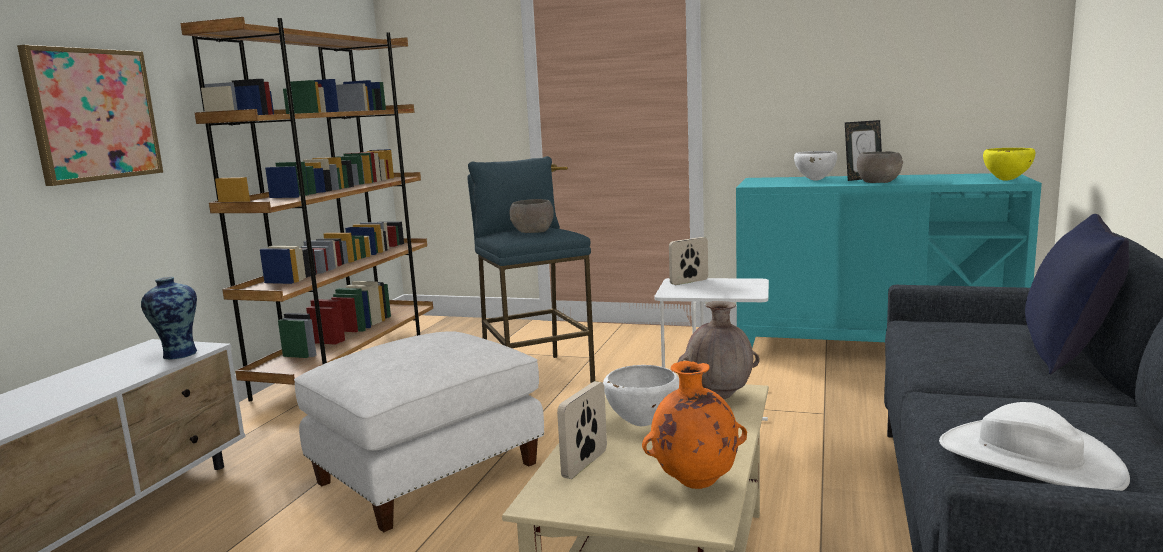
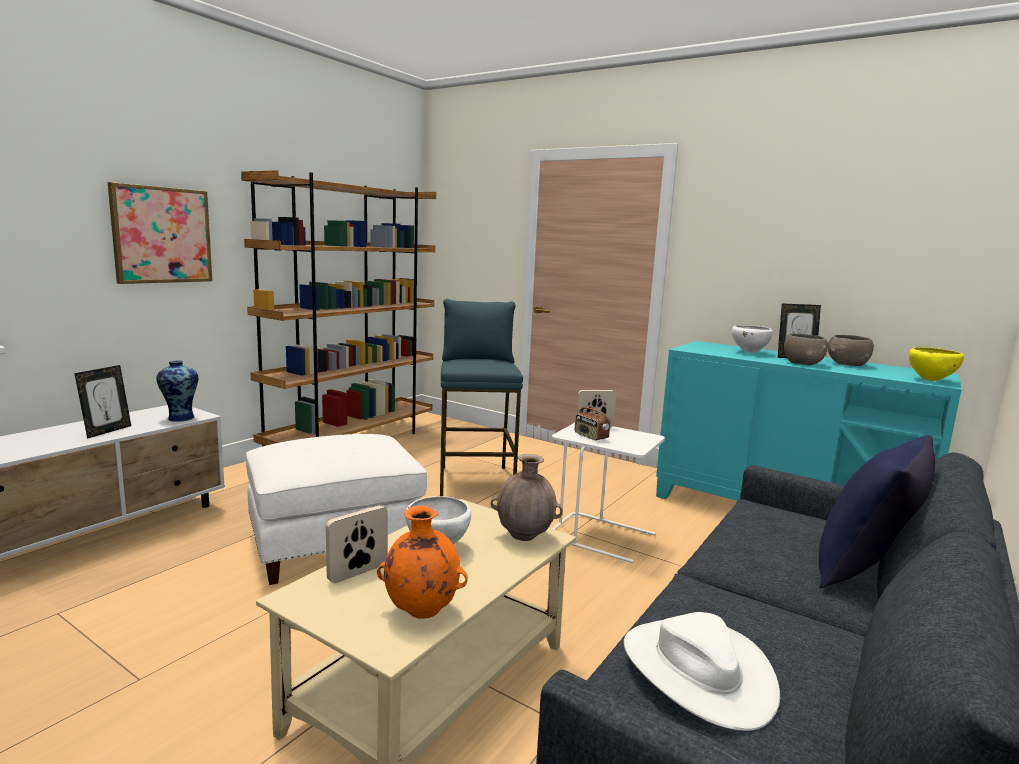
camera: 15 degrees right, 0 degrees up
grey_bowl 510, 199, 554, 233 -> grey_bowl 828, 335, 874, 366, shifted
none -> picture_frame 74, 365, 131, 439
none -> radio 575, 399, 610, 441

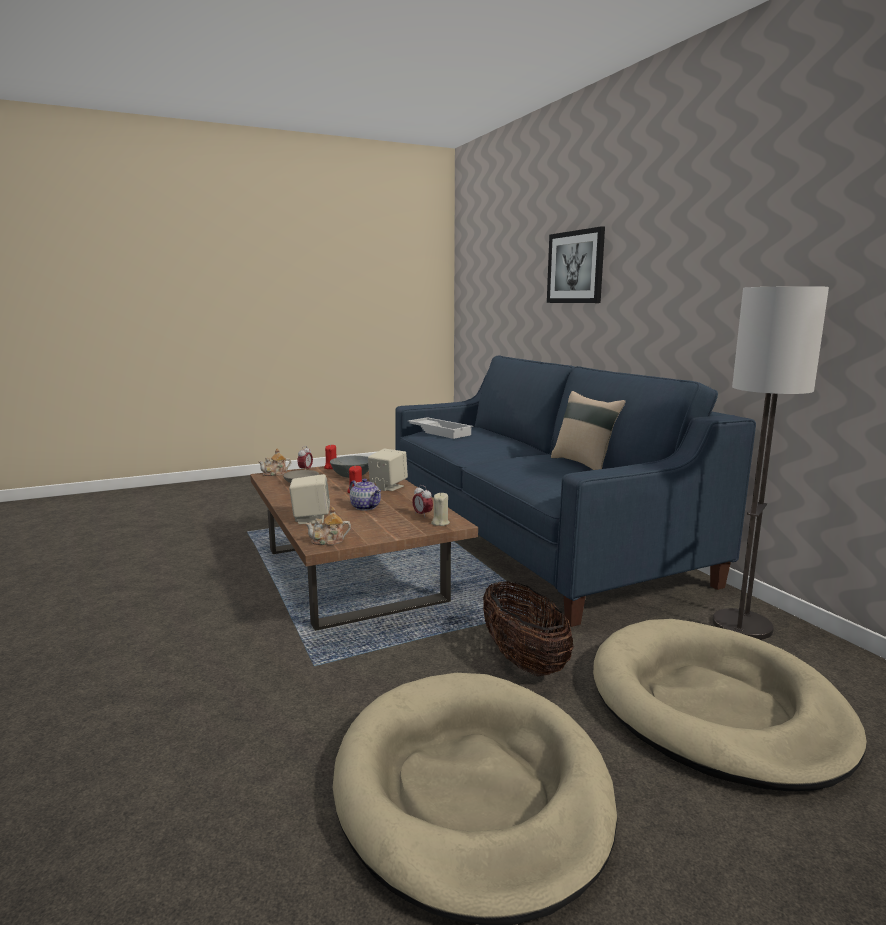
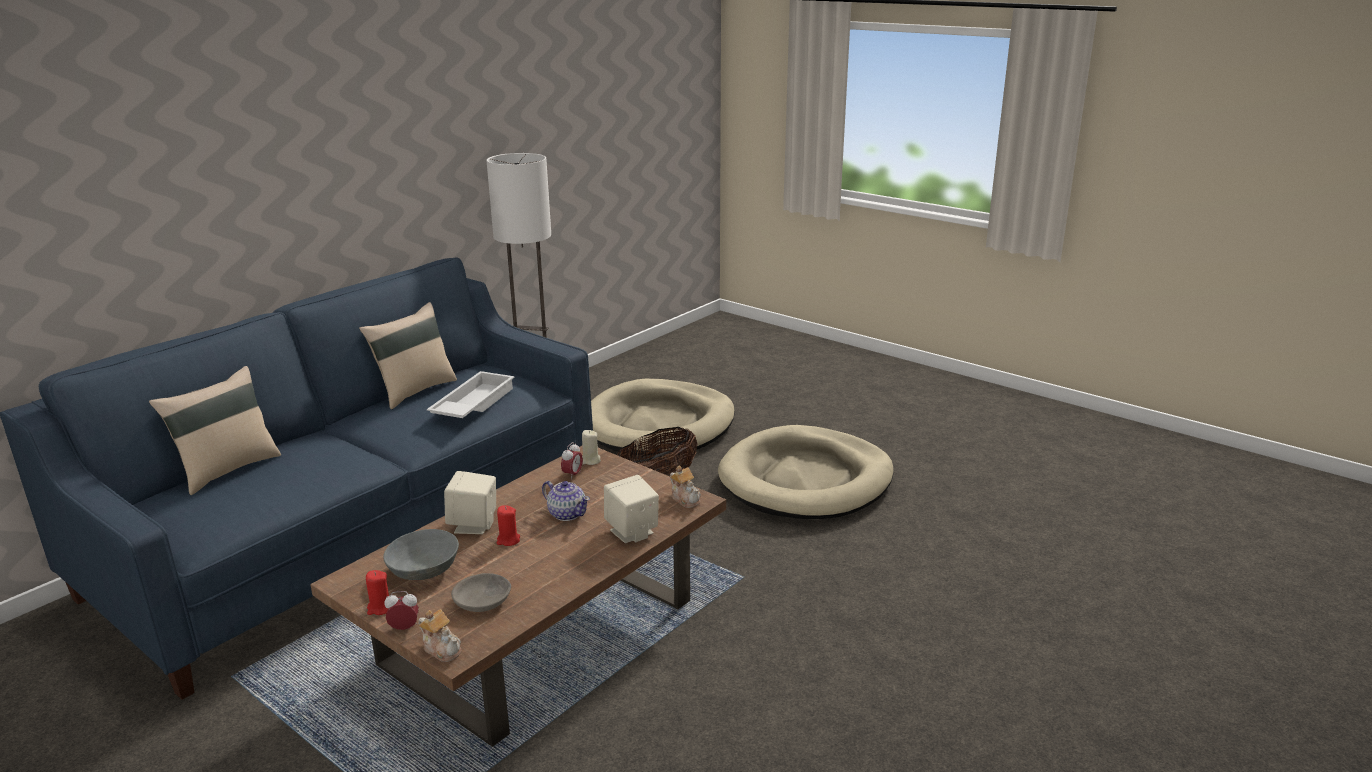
camera: 115 degrees left, 10 degrees up
picture 547, 226, 605, 303 -> none
white_tray 408, 417, 473, 439 -> white_tray 427, 371, 515, 418, shifted
teapot 349, 478, 381, 511 -> teapot 542, 481, 590, 521, 105 degrees clockwise
none -> beige_pillow 149, 366, 281, 495

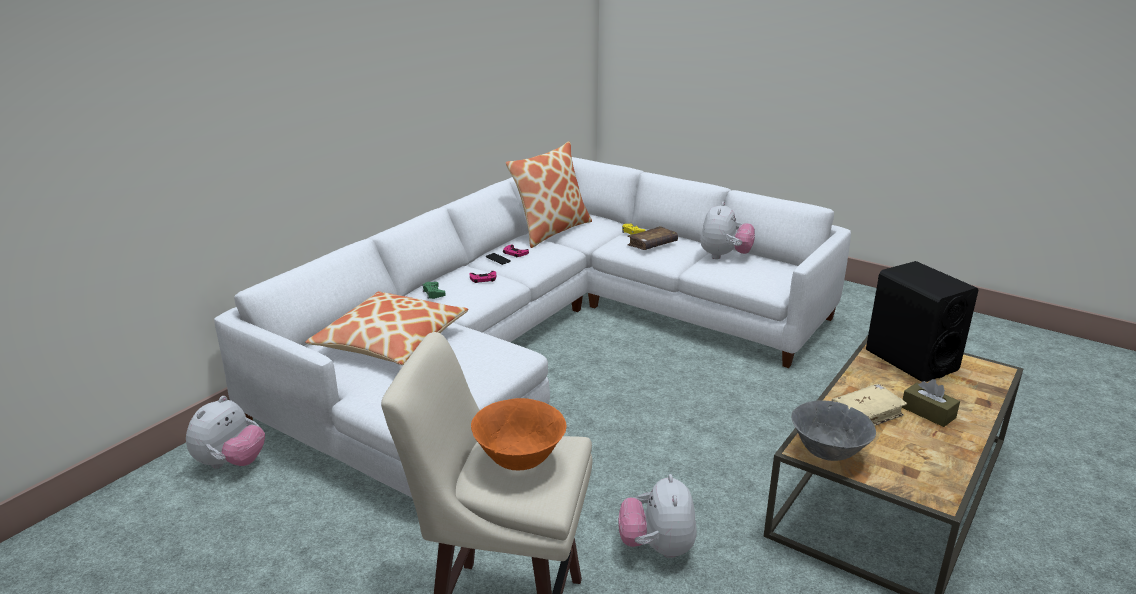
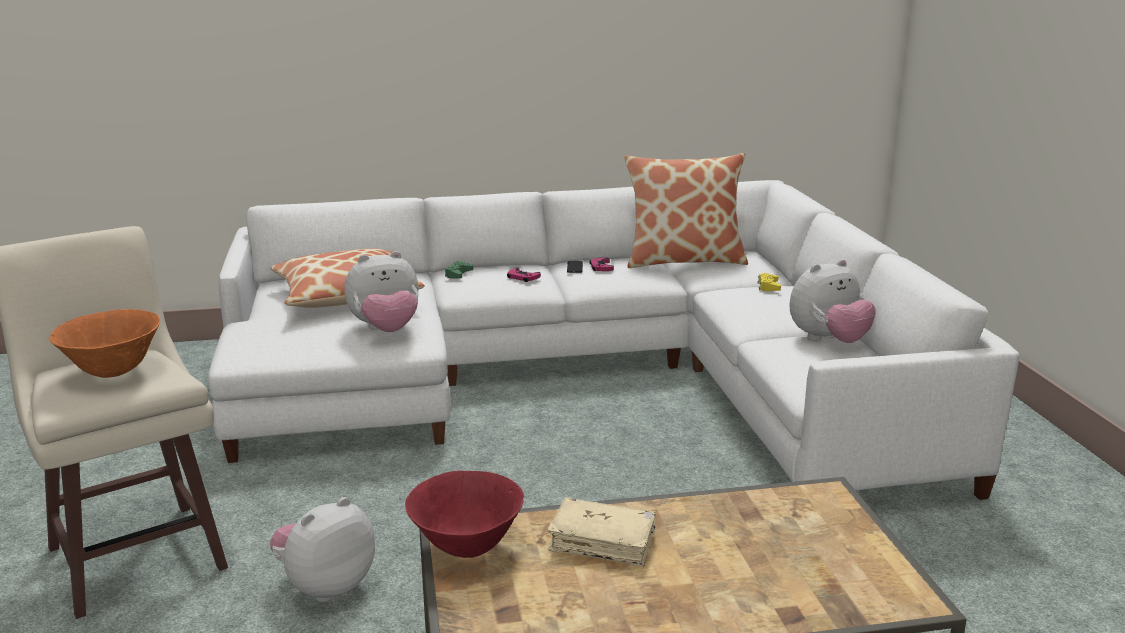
camera: 45 degrees right, 5 degrees down
brown_book 627, 226, 678, 250 -> none
black_speaker 866, 261, 978, 382 -> none
brown_tissue_box 902, 379, 960, 427 -> none
plush_toy 186, 396, 265, 468 -> plush_toy 344, 251, 419, 332, shifted
grey_bowl 791, 401, 876, 461 -> red_bowl 405, 471, 524, 558

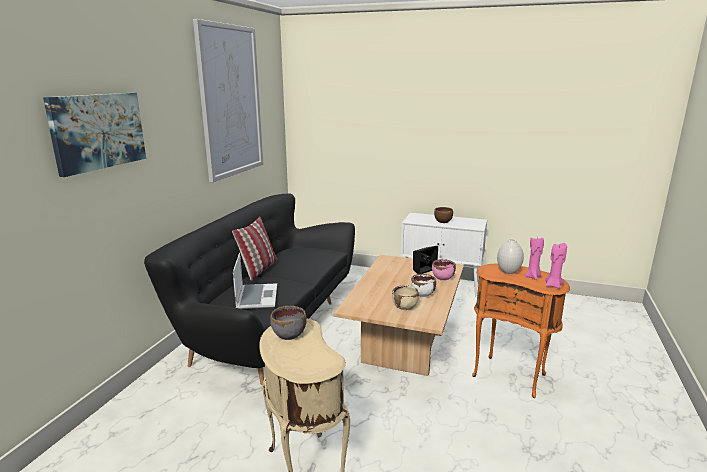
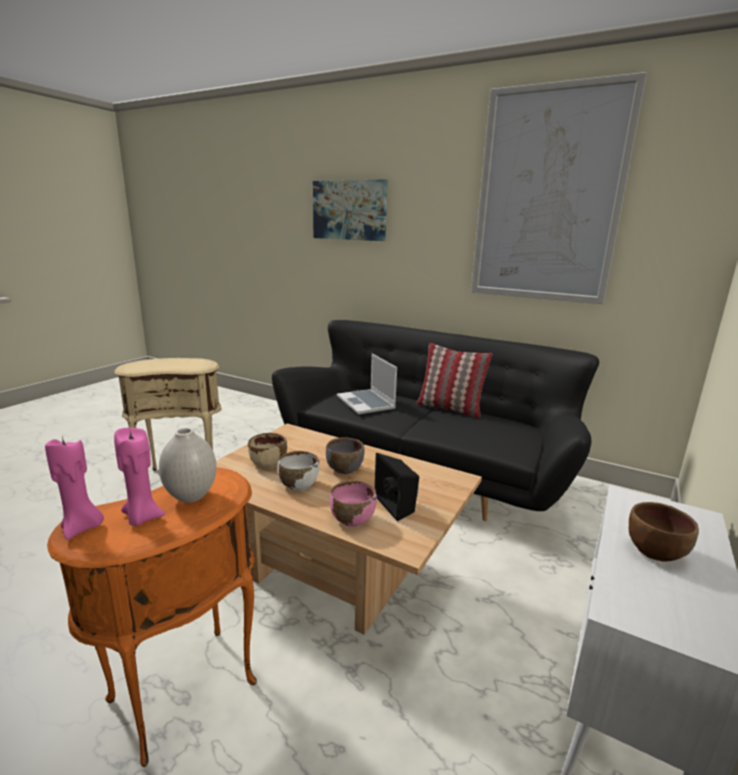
camera: 100 degrees right, 0 degrees up
laptop 233, 253, 277, 309 -> laptop 337, 353, 397, 415, 60 degrees clockwise
grey_bowl 270, 306, 306, 340 -> grey_bowl 326, 438, 364, 474, shifted

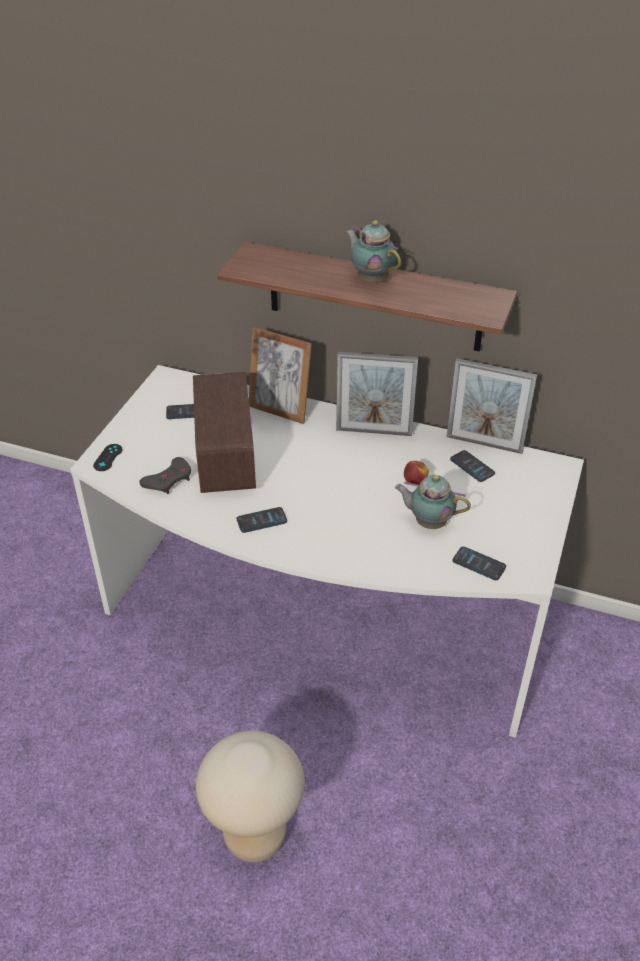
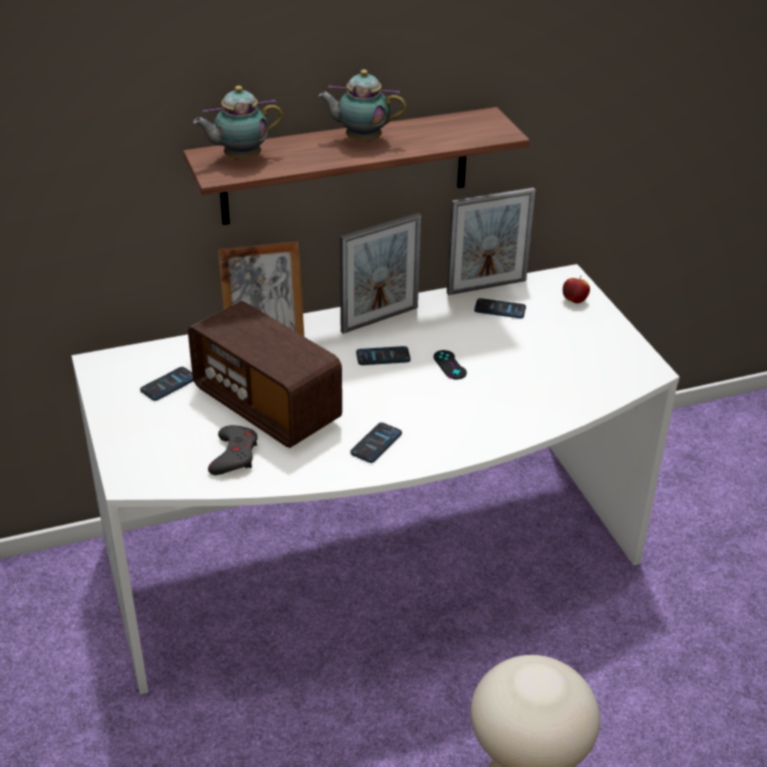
camera: 40 degrees left, 5 degrees down
black_game_controller 93, 444, 122, 471 -> black_game_controller 433, 350, 467, 379, shifted
apple 404, 461, 429, 485 -> apple 563, 276, 590, 303, shifted
teapot 395, 475, 471, 529 -> teapot 193, 86, 283, 160, shifted
phone 453, 547, 506, 580 -> phone 356, 346, 411, 365, shifted

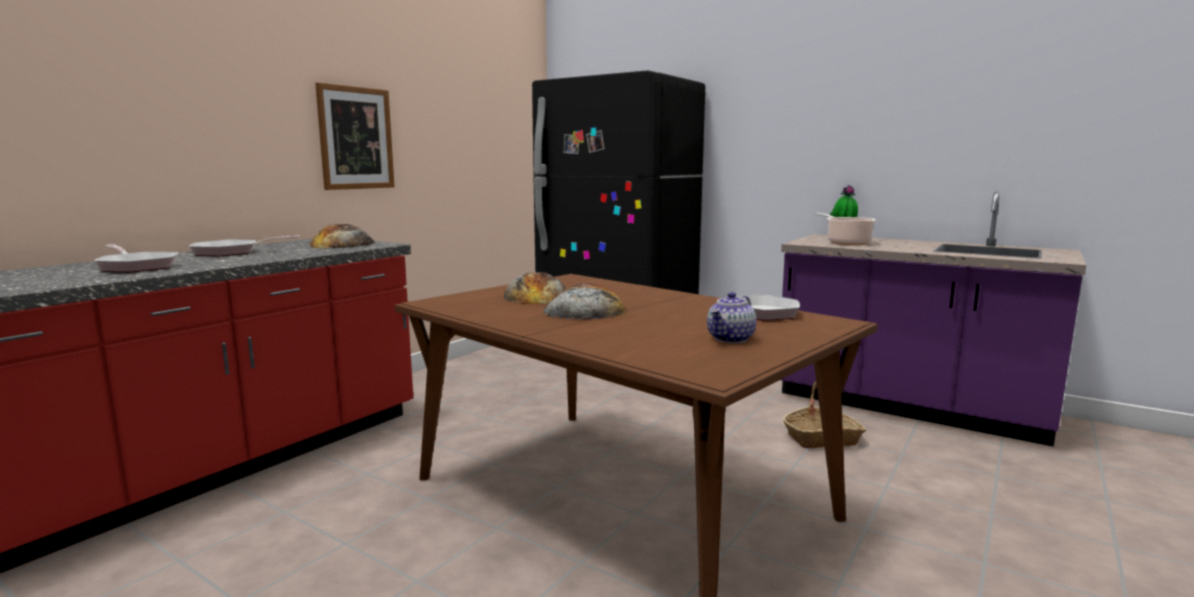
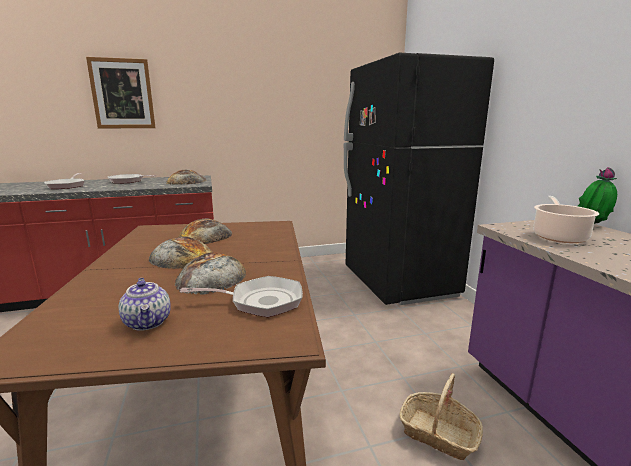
camera: 40 degrees right, 5 degrees up
picture 315, 82, 395, 190 -> picture 86, 57, 155, 128, shifted
teapot 707, 292, 757, 343 -> teapot 119, 278, 171, 331, 105 degrees counterclockwise
none -> bread 175, 252, 246, 295

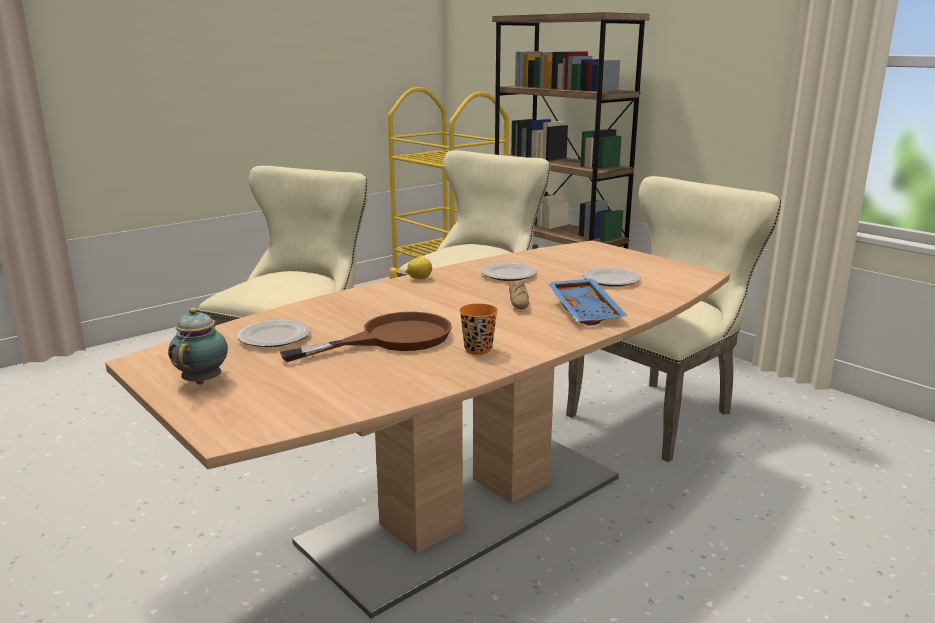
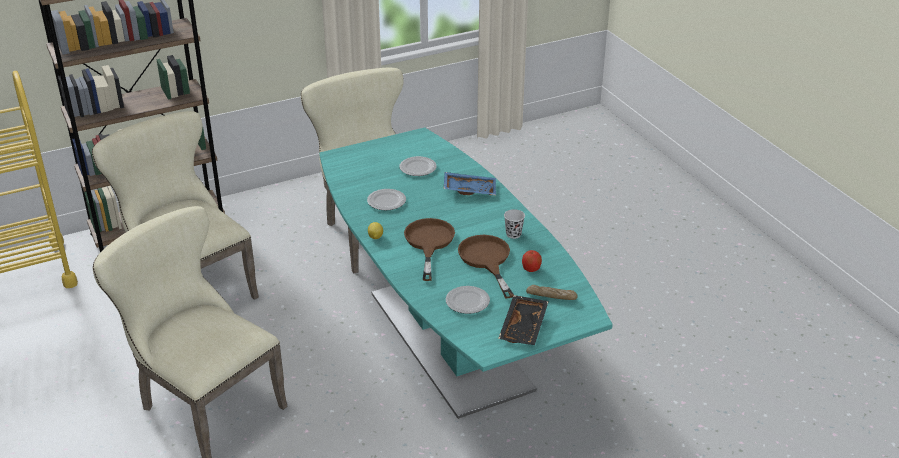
camera: 75 degrees left, 15 degrees up
brown_dining_table 105, 240, 730, 619 -> turquoise_dining_table 319, 127, 613, 419
bread 509, 281, 529, 309 -> bread 526, 285, 578, 300, shifted
orange_cup 459, 304, 498, 355 -> black_cup 504, 209, 525, 239
teapot 168, 308, 228, 385 -> black_tray 498, 295, 549, 345
none -> brown_frying_pan 404, 218, 455, 281
none -> apple 522, 250, 542, 272

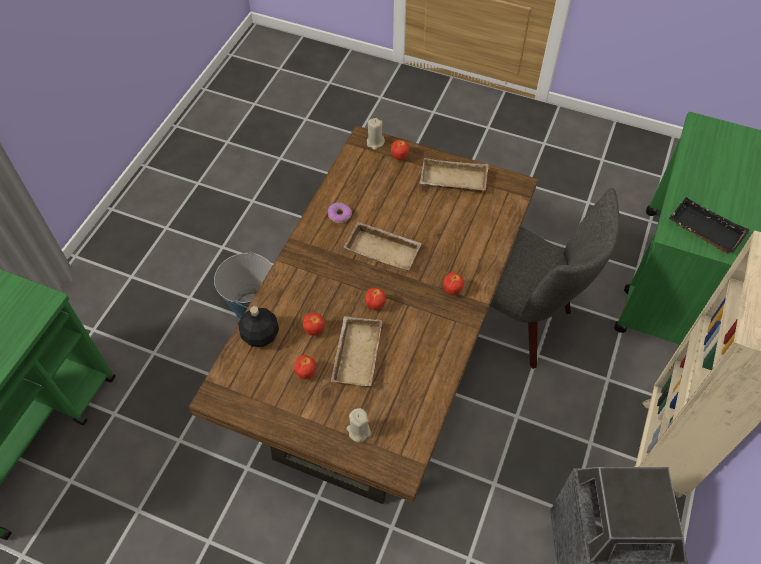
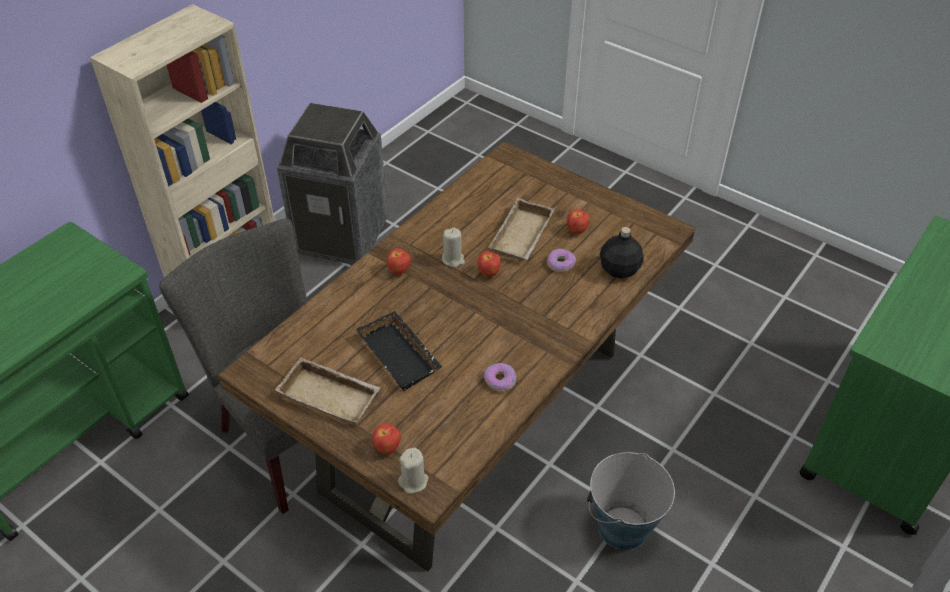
camera: 165 degrees left, 10 degrees down
black_tray 669, 197, 749, 253 -> black_tray 356, 311, 443, 391, shifted
beige_tray 344, 222, 422, 272 -> none
apple 303, 313, 325, 335 -> donut 547, 249, 576, 272
beige_candle 346, 408, 371, 443 -> beige_candle 442, 227, 465, 268, shifted

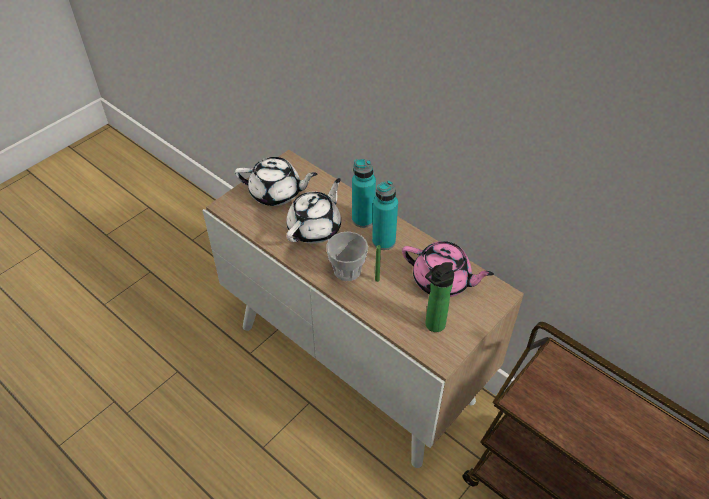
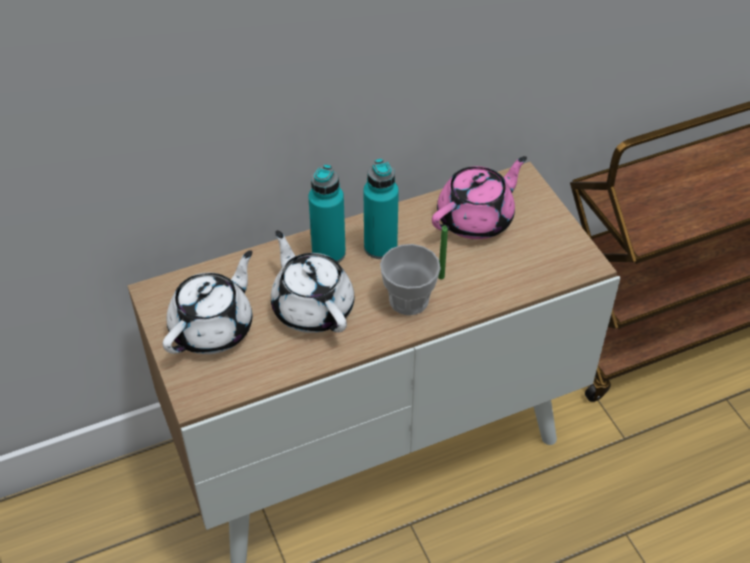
camera: 65 degrees left, 0 degrees up
bottle 425, 262, 454, 332 -> none

